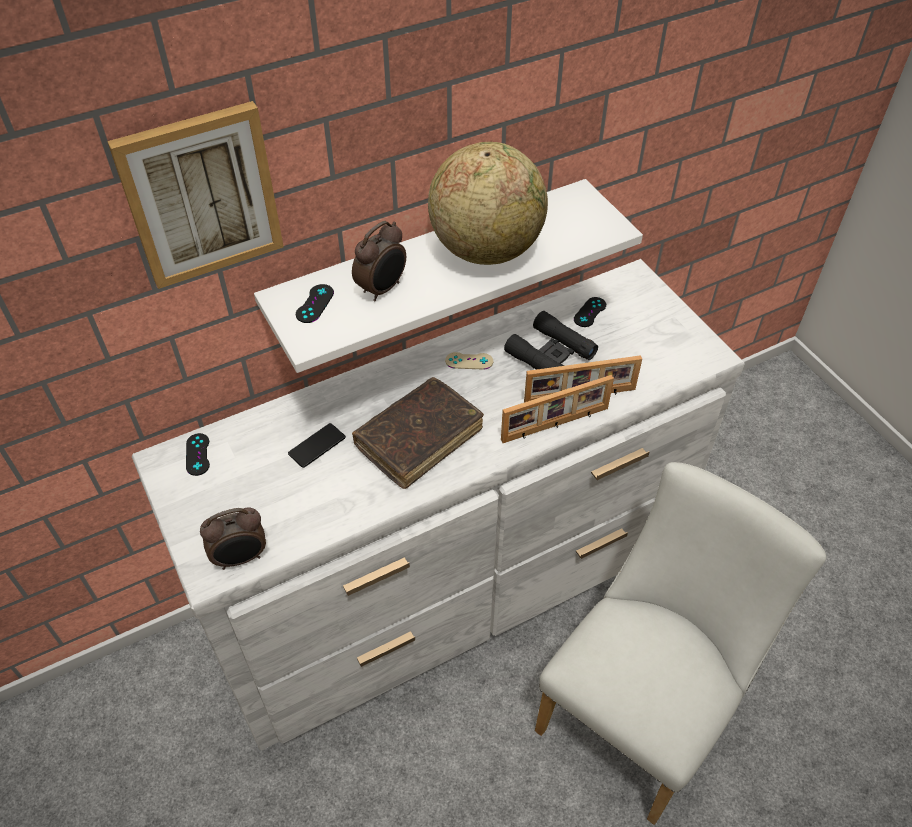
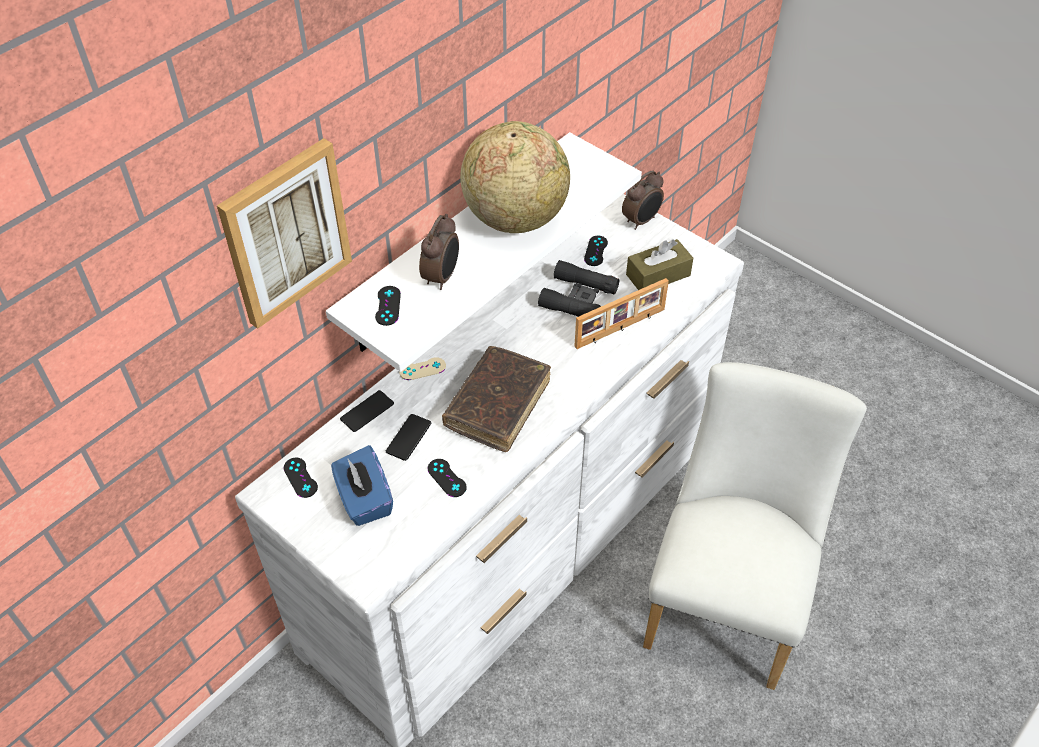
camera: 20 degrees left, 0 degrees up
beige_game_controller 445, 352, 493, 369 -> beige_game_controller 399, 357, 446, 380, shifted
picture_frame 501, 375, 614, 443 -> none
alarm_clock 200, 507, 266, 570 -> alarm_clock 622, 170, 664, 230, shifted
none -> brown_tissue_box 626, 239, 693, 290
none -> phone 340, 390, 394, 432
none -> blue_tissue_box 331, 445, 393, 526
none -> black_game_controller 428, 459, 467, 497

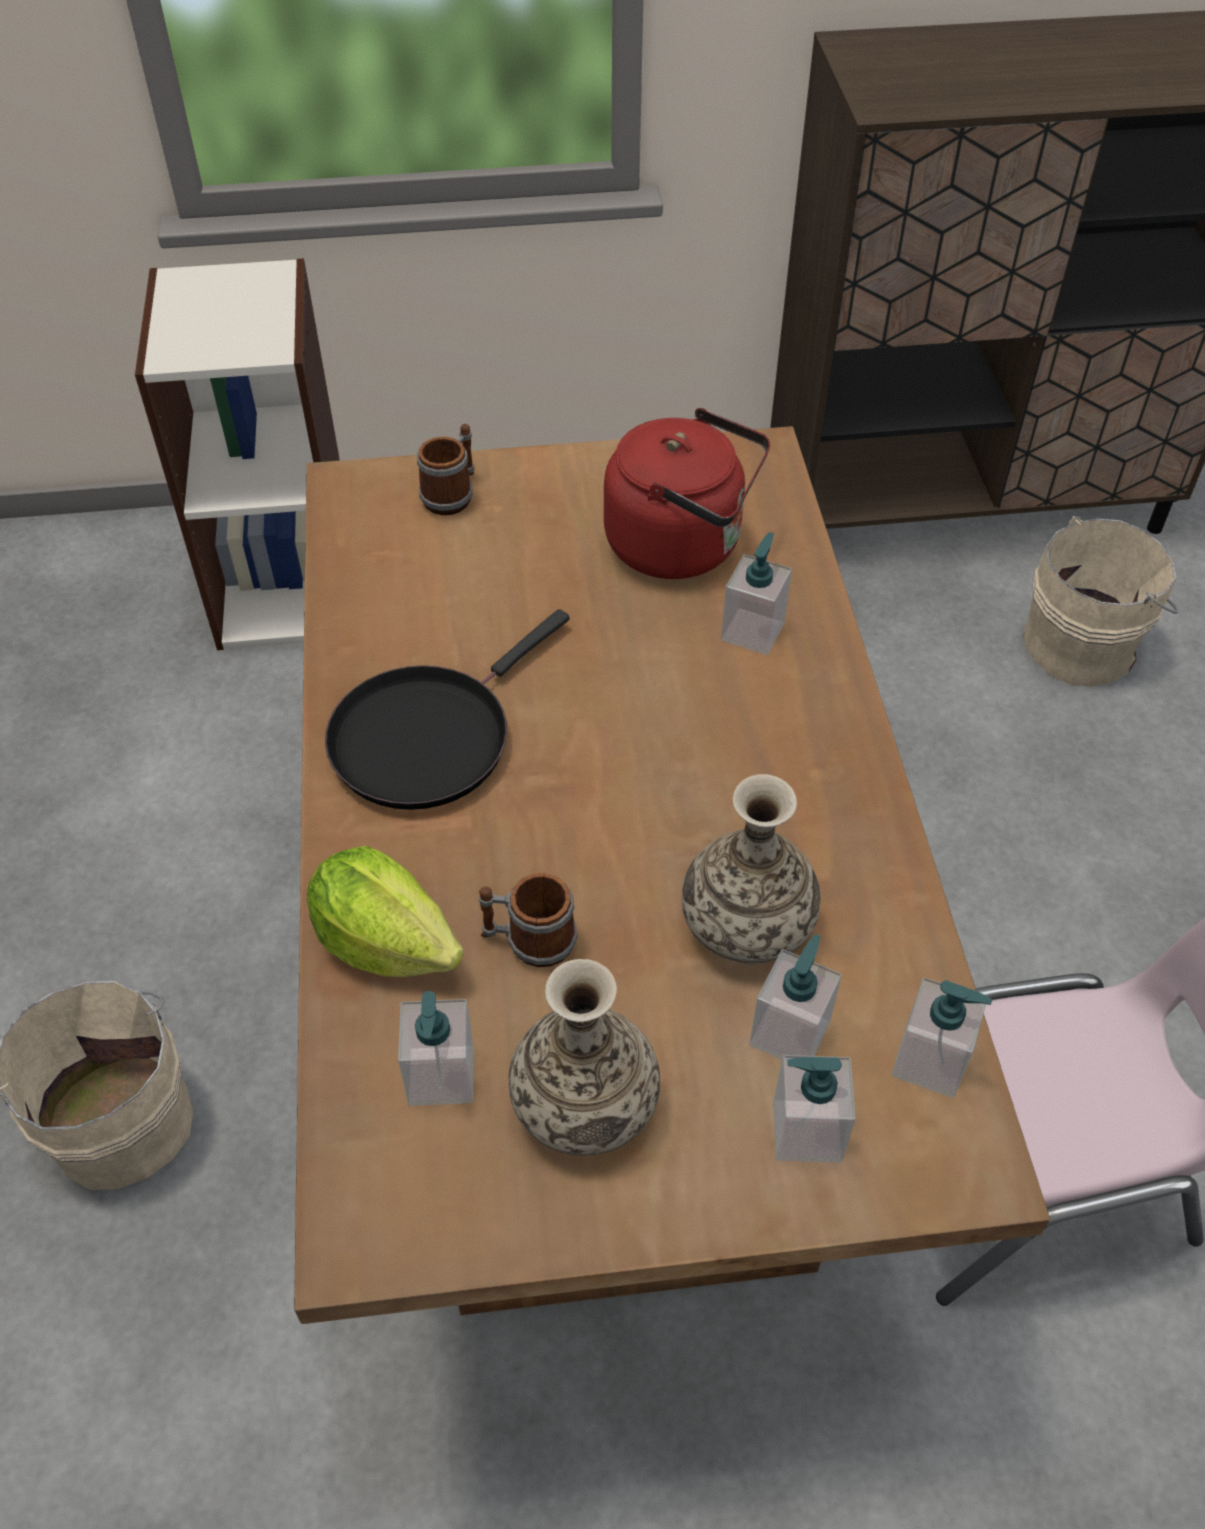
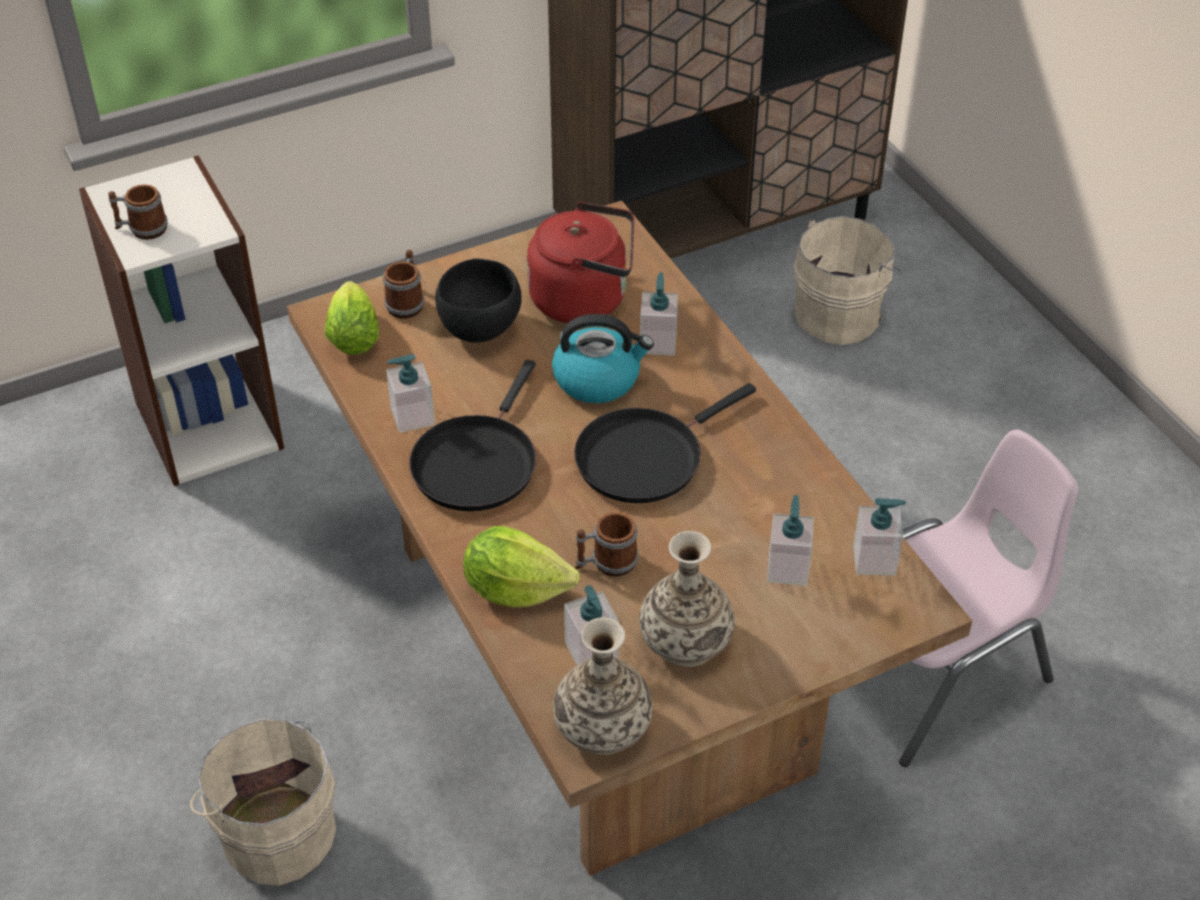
camera: 20 degrees left, 5 degrees down
vase 681, 774, 821, 964 -> vase 553, 617, 653, 755, shifted
soap_dispenser 774, 1055, 856, 1163 -> soap_dispenser 386, 354, 435, 433, shifted
none -> mug 108, 184, 168, 240
none -> black_bowl 435, 258, 522, 343
none -> lettuce 325, 281, 379, 355
none -> kettle 552, 314, 654, 403
none -> black_frying_pan 574, 383, 756, 503

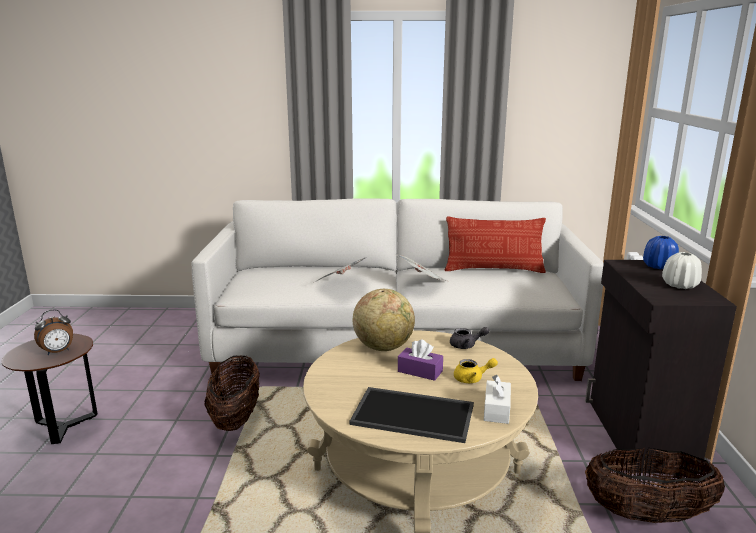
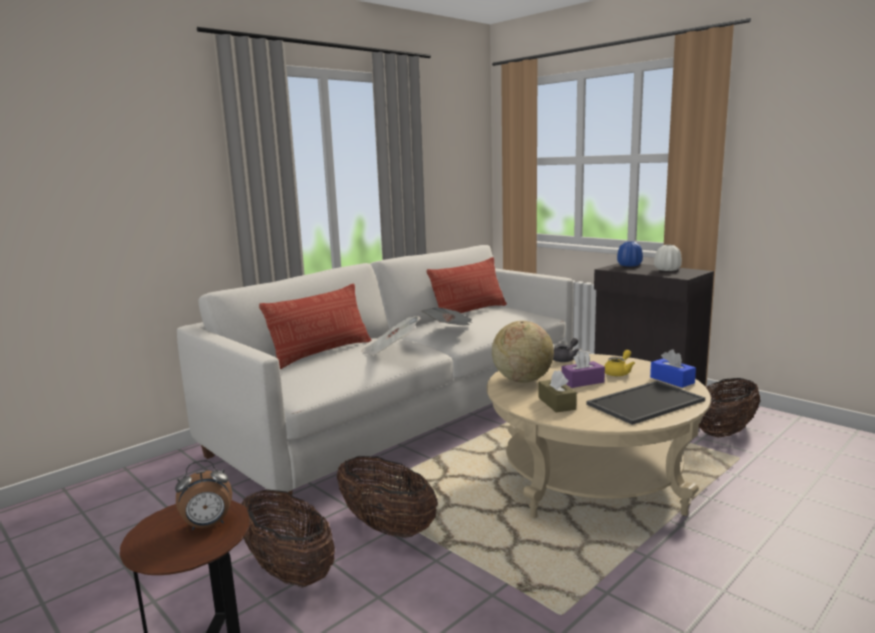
camera: 45 degrees left, 5 degrees down
alarm_clock 34, 309, 73, 355 -> alarm_clock 175, 460, 232, 530, 60 degrees clockwise
white_tissue_box 484, 375, 511, 424 -> blue_tissue_box 650, 349, 696, 388
none -> pillow 259, 284, 371, 369
none -> brown_tissue_box 538, 370, 577, 413
none -> basket 241, 490, 335, 588

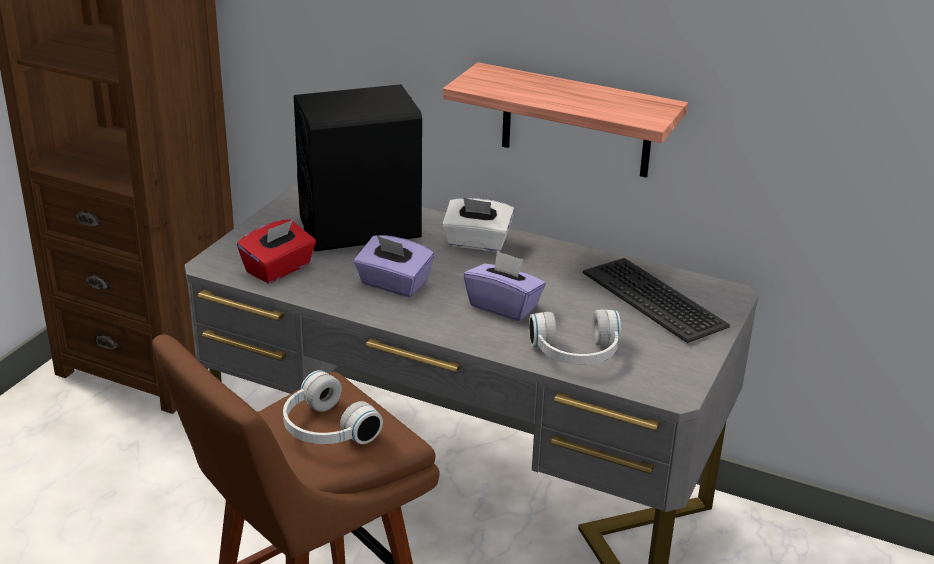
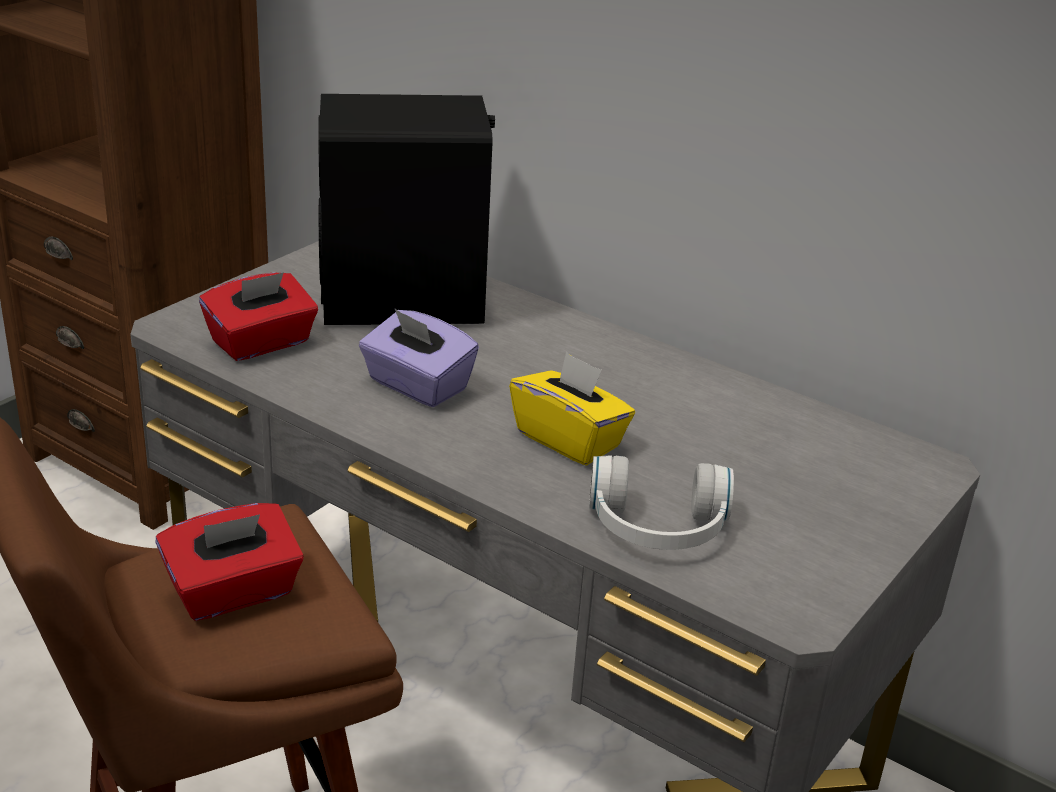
camera: 10 degrees right, 0 degrees up
shelf 443, 62, 688, 178 -> none
white_tissue_box 442, 198, 514, 252 -> none
purple_tissue_box 464, 250, 546, 321 -> yellow_tissue_box 509, 352, 635, 466
keyboard 583, 258, 730, 343 -> none
white_headphones 283, 370, 383, 444 -> red_tissue_box 155, 503, 304, 621

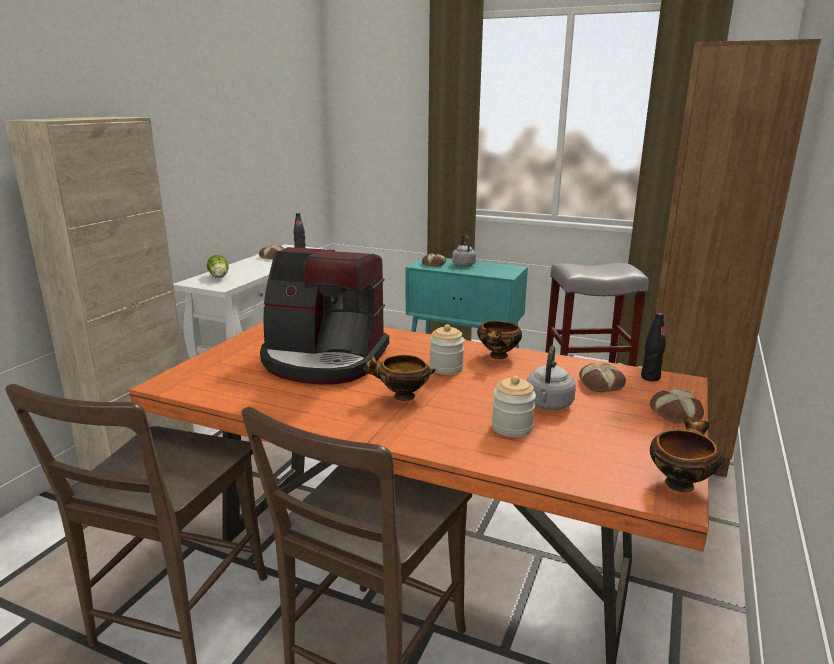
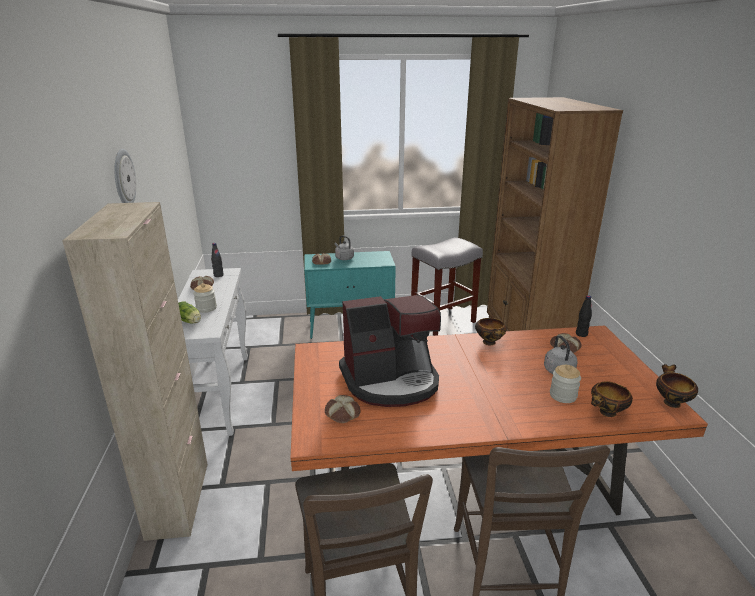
camera: 30 degrees left, 5 degrees up
jar 429, 324, 464, 375 -> jar 193, 283, 217, 313, shifted
bowl 363, 355, 436, 401 -> bowl 591, 381, 633, 417, shifted
bread 650, 389, 704, 423 -> bread 325, 395, 360, 423, shifted
none -> wall_clock 114, 149, 136, 203

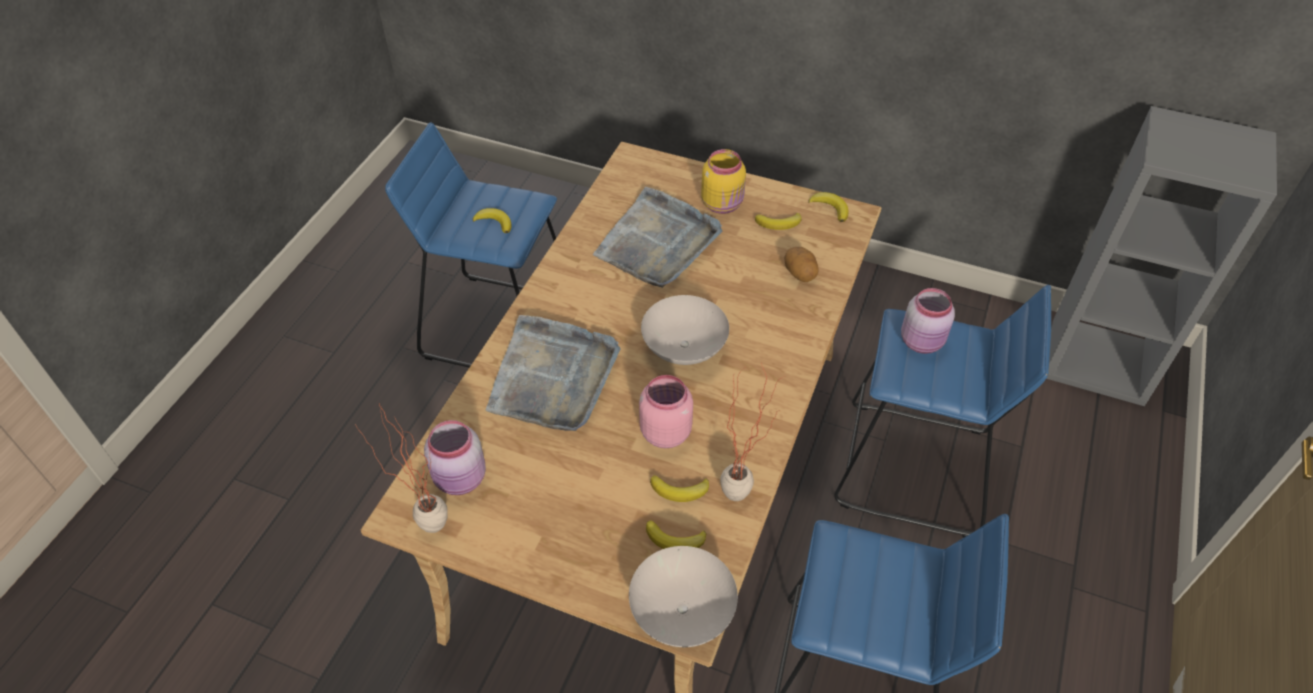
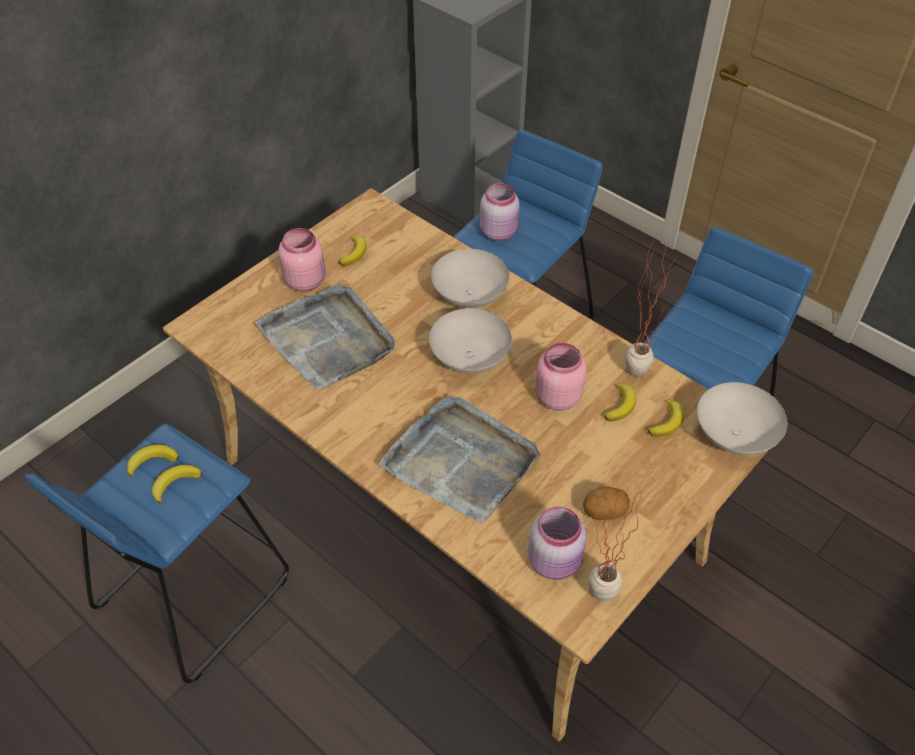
camera: 70 degrees left, 0 degrees up
yellow_jar 701, 149, 746, 214 -> pink_jar 278, 228, 325, 292
banana 808, 192, 849, 222 -> banana 127, 445, 179, 477, shifted
potato 784, 247, 819, 282 -> potato 583, 486, 630, 520, shifted
none -> white_bowl 431, 249, 509, 308

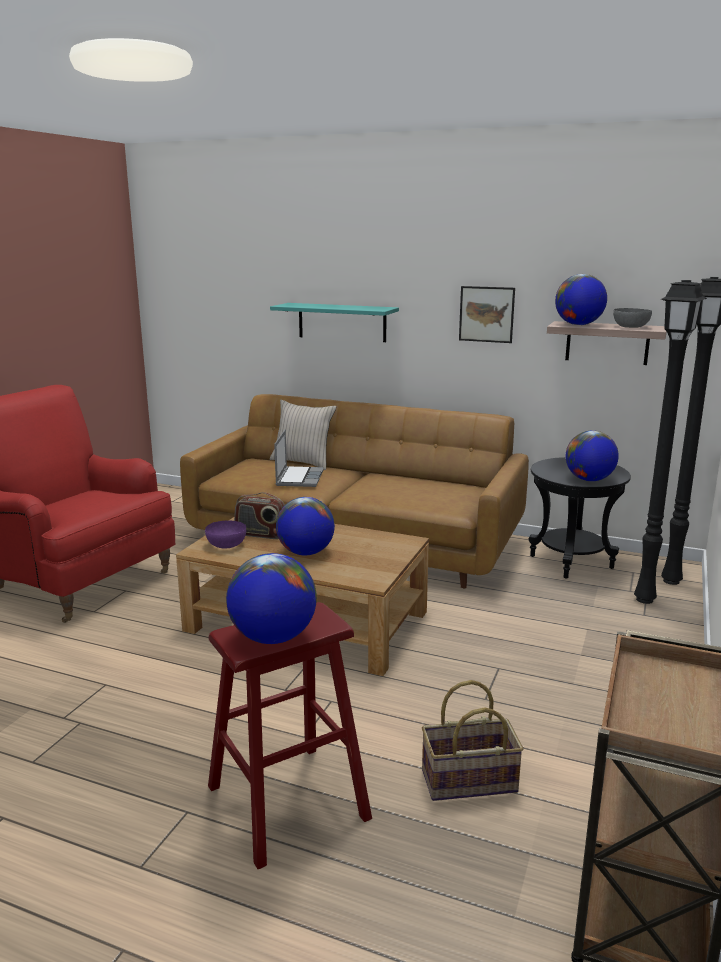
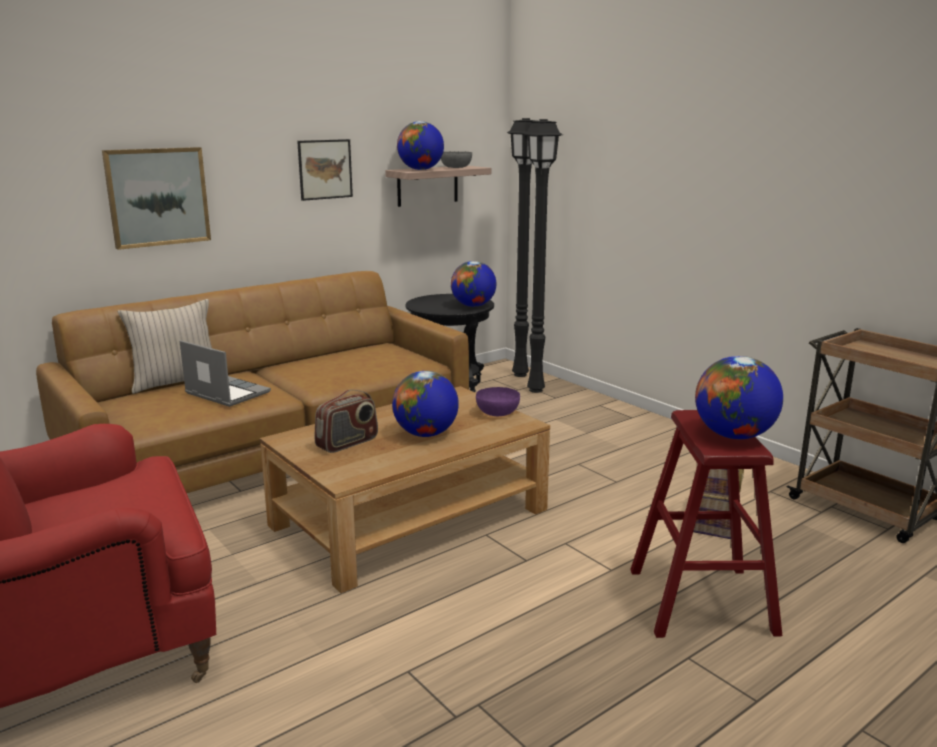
camera: 60 degrees left, 0 degrees up
turquoise_shelf 270, 303, 399, 342 -> picture 102, 147, 211, 250
purple_bowl 205, 520, 246, 548 -> purple_bowl 476, 387, 520, 416, shifted

